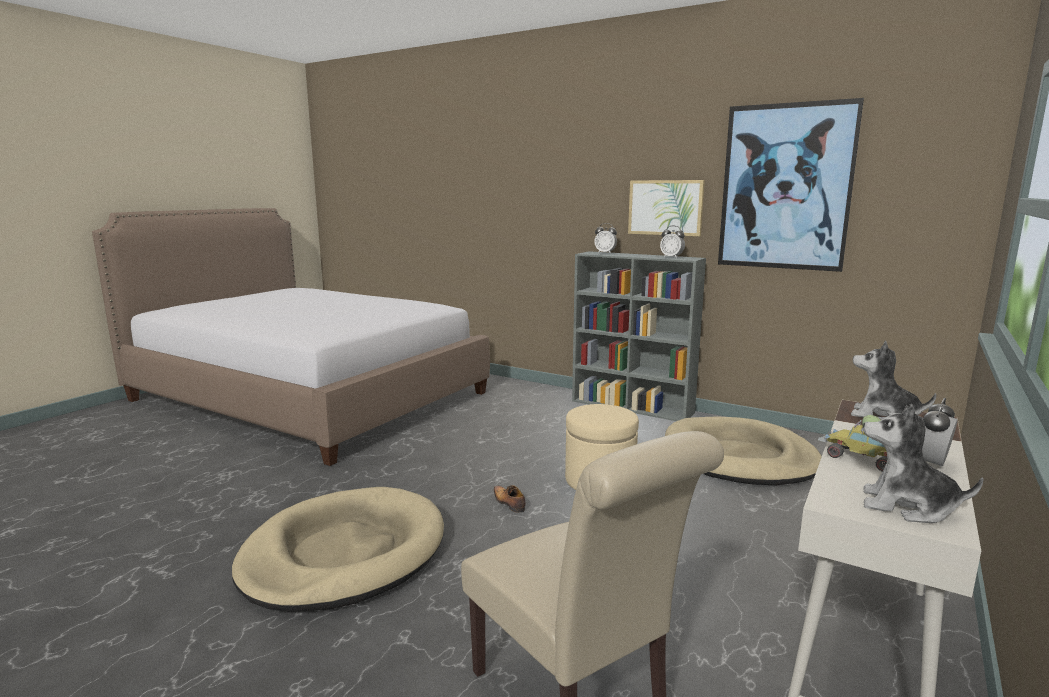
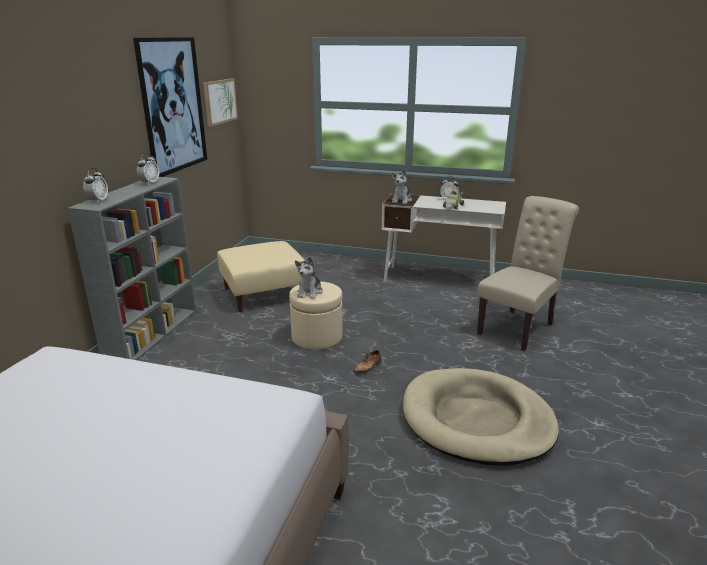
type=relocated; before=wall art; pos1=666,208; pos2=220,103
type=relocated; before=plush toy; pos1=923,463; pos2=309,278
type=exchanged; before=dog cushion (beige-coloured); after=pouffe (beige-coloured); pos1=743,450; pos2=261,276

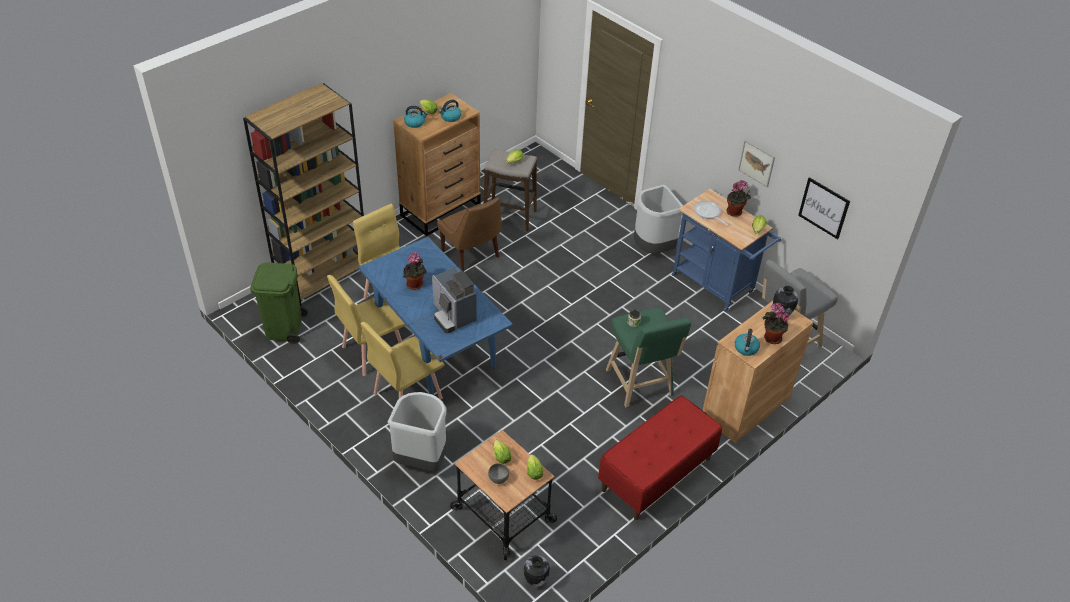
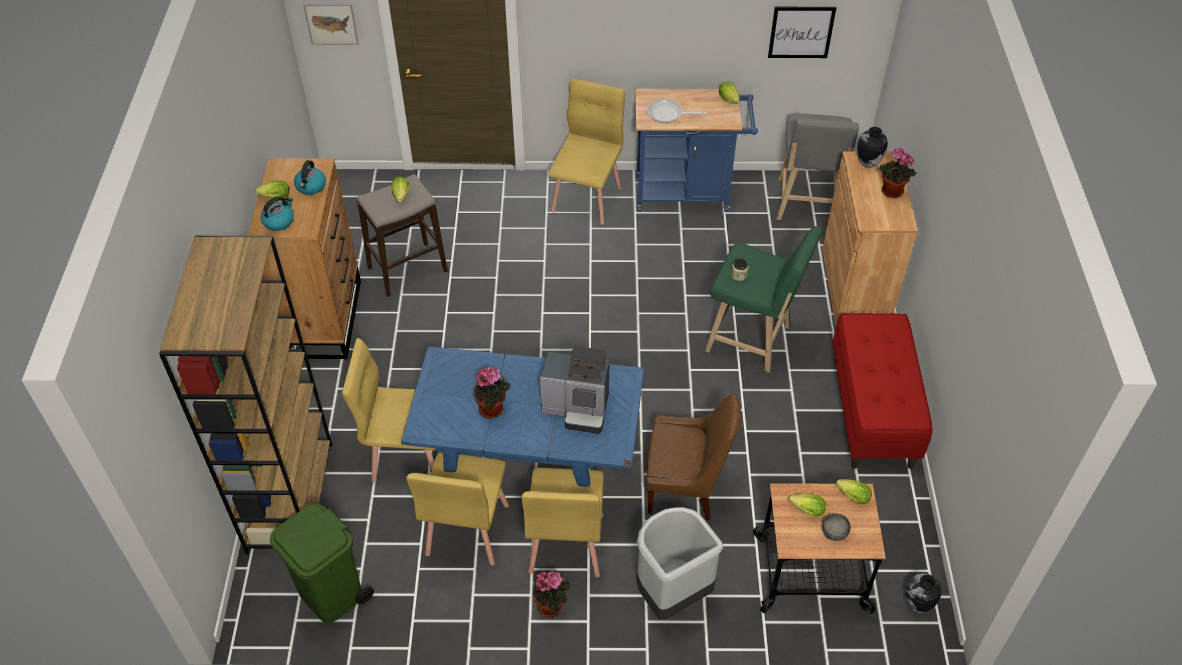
type=missing; before=kettle; pos1=747,342
type=relocated; before=plain chair (brown); pos1=469,234; pos2=693,457
type=relocated; before=houseplant; pos1=738,198; pos2=552,594
type=relocated; before=wall art; pos1=756,163; pos2=331,24
type=exchanged; before=rubbish bin (greyish); after=plain chair (yellow-coloured); pos1=658,219; pos2=586,151

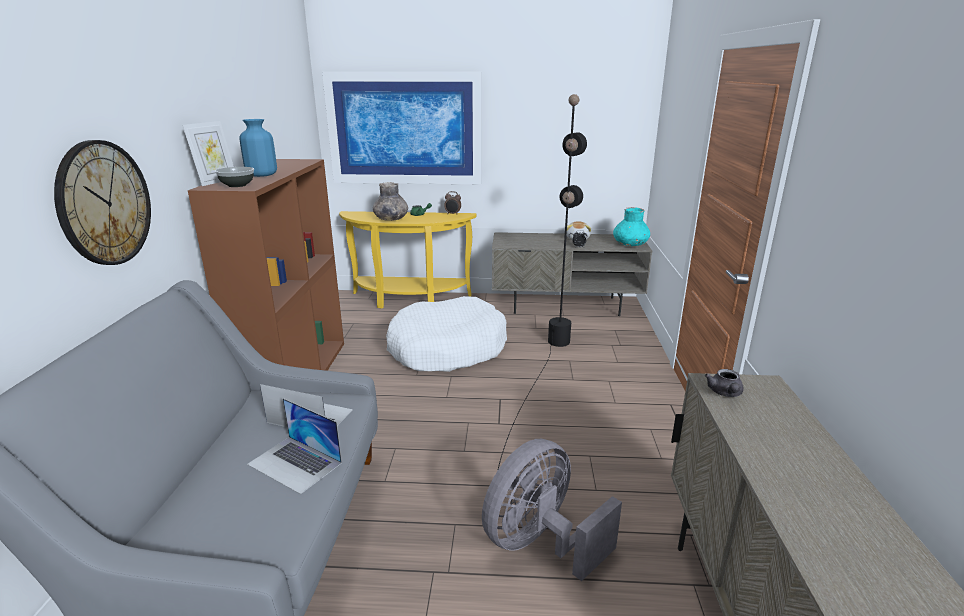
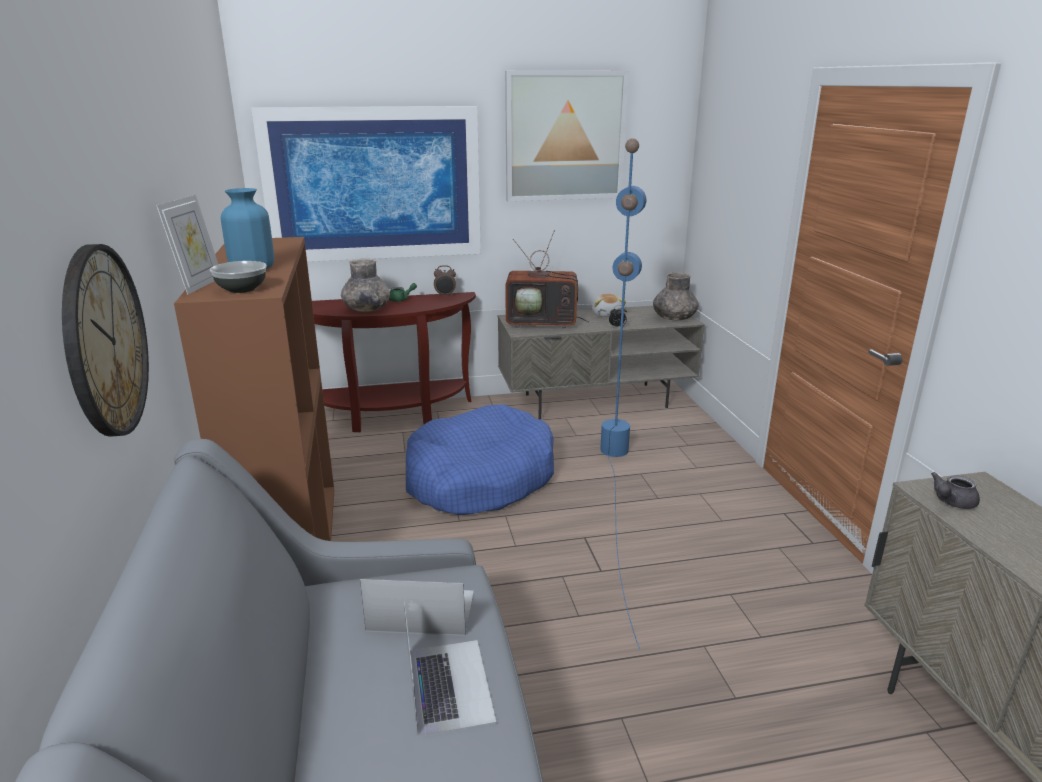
type=missing; before=fan (greyish); pos1=552,510
type=appeared; after=wall art; pos2=567,136
type=appeared; after=TV set; pos2=547,279
type=colour; before=hall table (yellow-coloured); after=hall table (brown); pos1=407,260; pos2=394,362
type=colour; before=dog cushion (white-coloured); after=dog cushion (bluish); pos1=446,334; pos2=480,459
type=colour; before=floor lamp (blackish); after=floor lamp (bluish); pos1=542,282; pos2=623,394
type=colour; before=decorative vase (turquoise-coloured); after=decorative vase (greyish); pos1=631,226; pos2=676,296
type=spun; before=portable computer; pos1=294,446; pos2=450,668; turn=-120
type=spun; before=teapot (greyish); pos1=724,383; pos2=955,490; turn=60

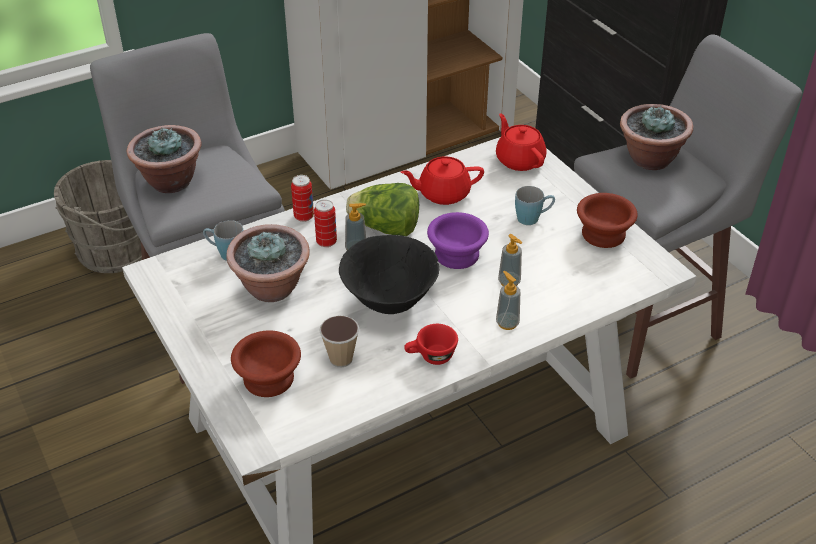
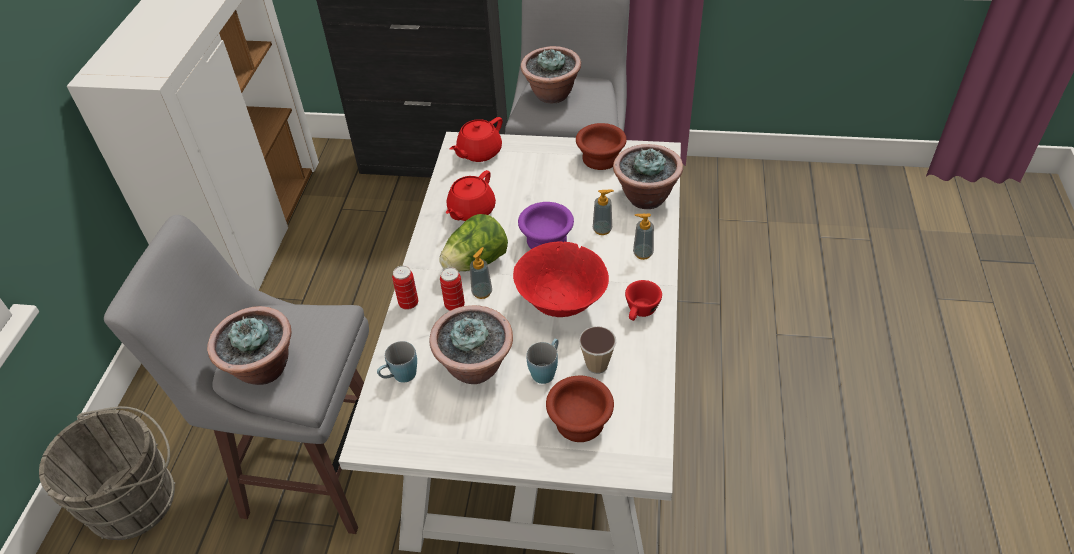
type=appeared; after=houseplant; pos2=648,176
type=relocated; before=tea mug (bluish); pos1=535,205; pos2=542,361
type=colour; before=bowl (blackish); after=bowl (reddish); pos1=389,274; pos2=561,279
type=spun; before=teapot (reddish); pos1=521,142; pos2=476,139; turn=-60

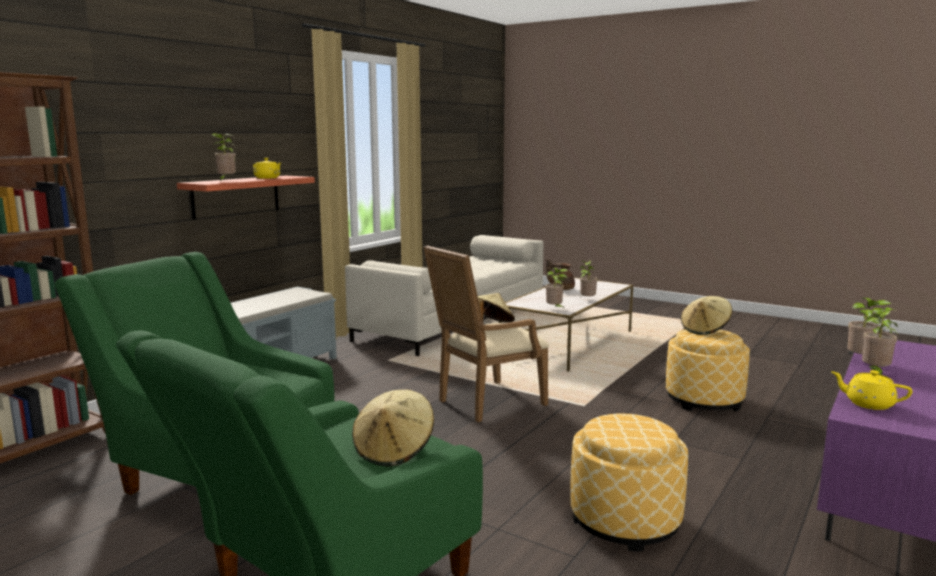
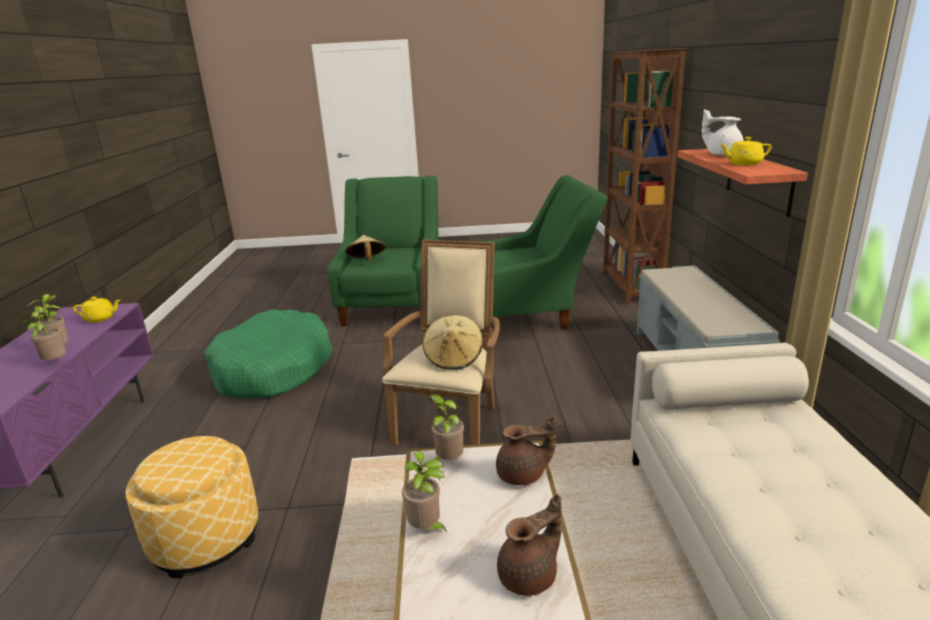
type=missing; before=hat (beige-coloured); pos1=706,315
type=appeared; after=teapot (brown); pos2=526,450
type=exchanged; before=houseplant; after=teapot (white-coloured); pos1=223,157; pos2=723,132
type=exchanged; before=pouffe; after=dog cushion (green); pos1=629,482; pos2=268,353

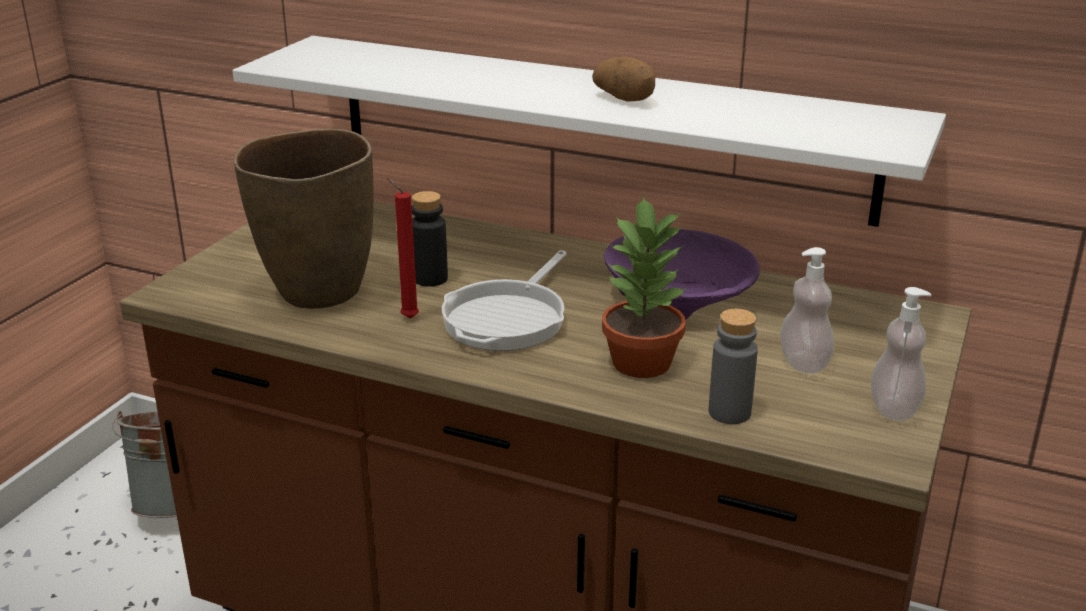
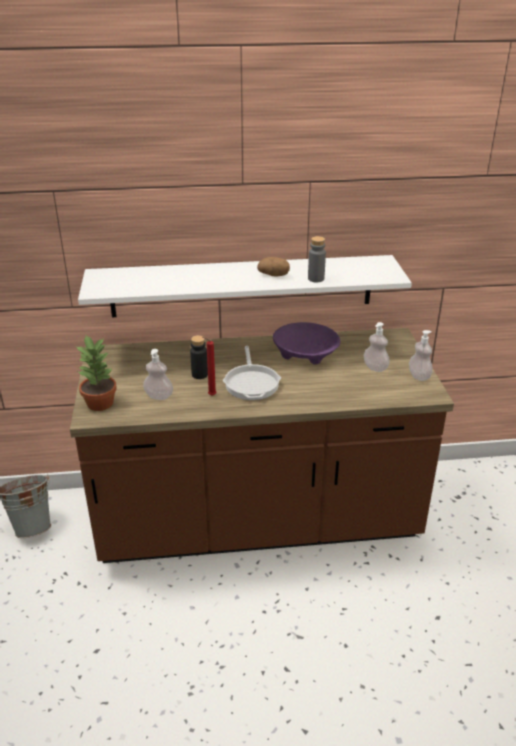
type=relocated; before=houseplant; pos1=645,287; pos2=97,372
type=relocated; before=beverage bottle (greyish); pos1=733,366; pos2=317,259
type=exchanged; before=decorative vase (brown); after=soap bottle; pos1=304,219; pos2=158,374

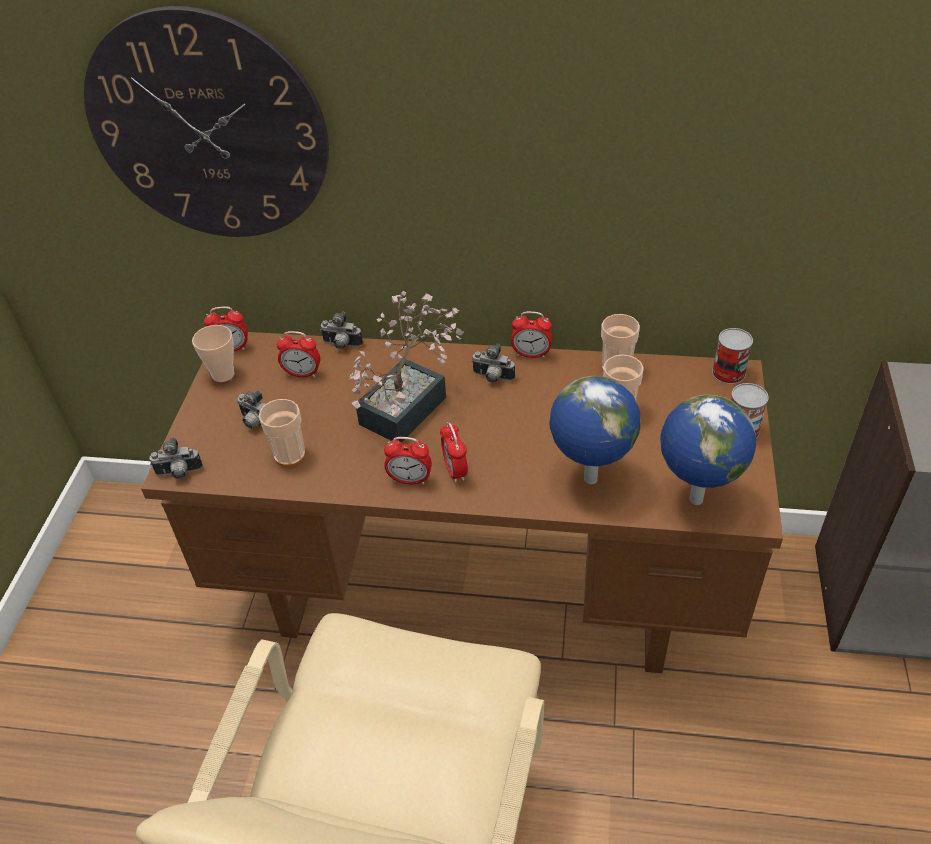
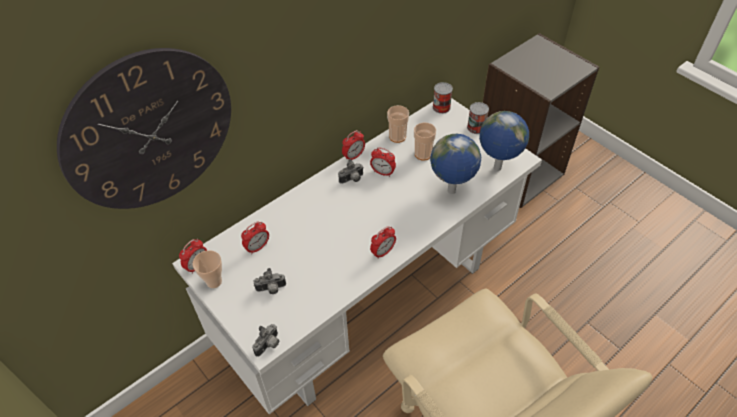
type=missing; before=drinking cup; pos1=282,432
type=missing; before=photo camera; pos1=341,330
type=missing; before=houseplant; pos1=406,367
type=relocated; before=alarm clock; pos1=454,452; pos2=383,162
type=colour; before=desk (brown); after=desk (white-coloured); pos1=462,502; pos2=357,256

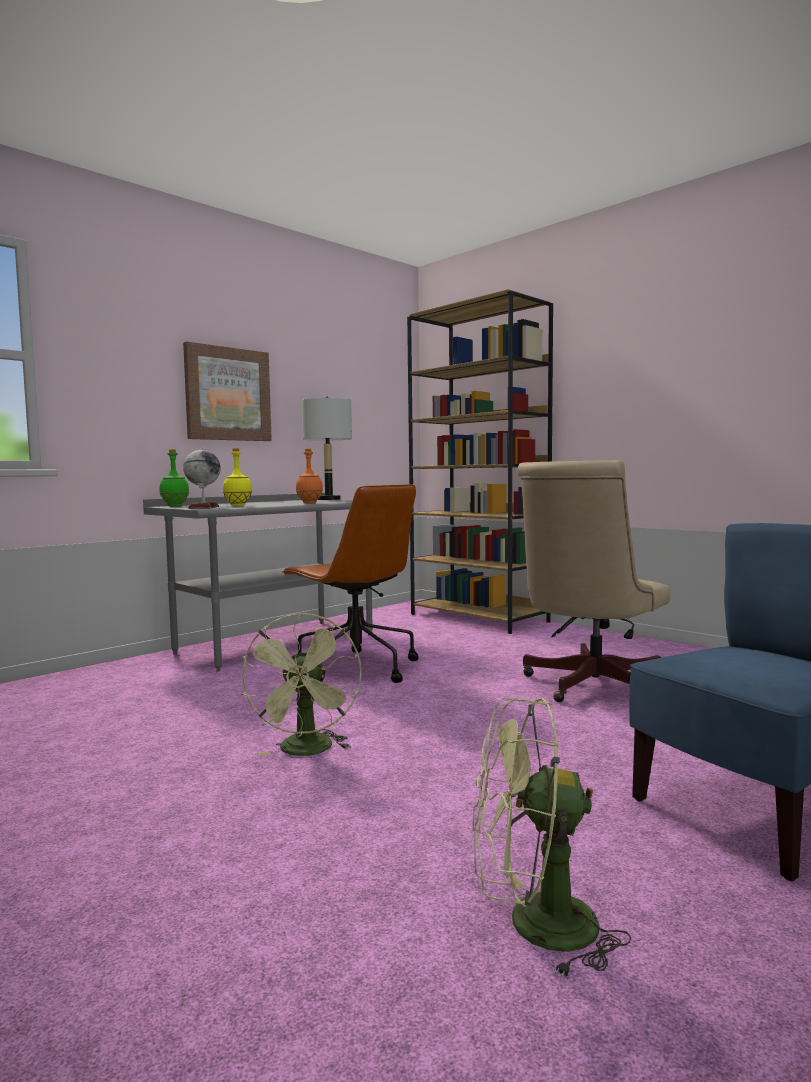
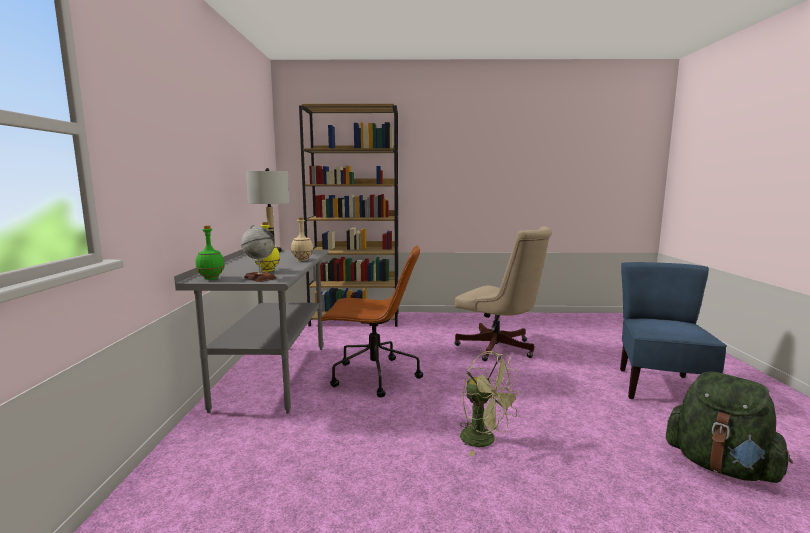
type=missing; before=wall art; pos1=227,391
type=exchanged; before=fan (green); after=rucksack (green); pos1=552,838; pos2=729,427
type=colour; before=beverage bottle (orange-coloured); after=beverage bottle (beige-coloured); pos1=309,476; pos2=302,239
type=spun; before=desk chair (beige-coloured); pos1=593,581; pos2=503,293; turn=-45

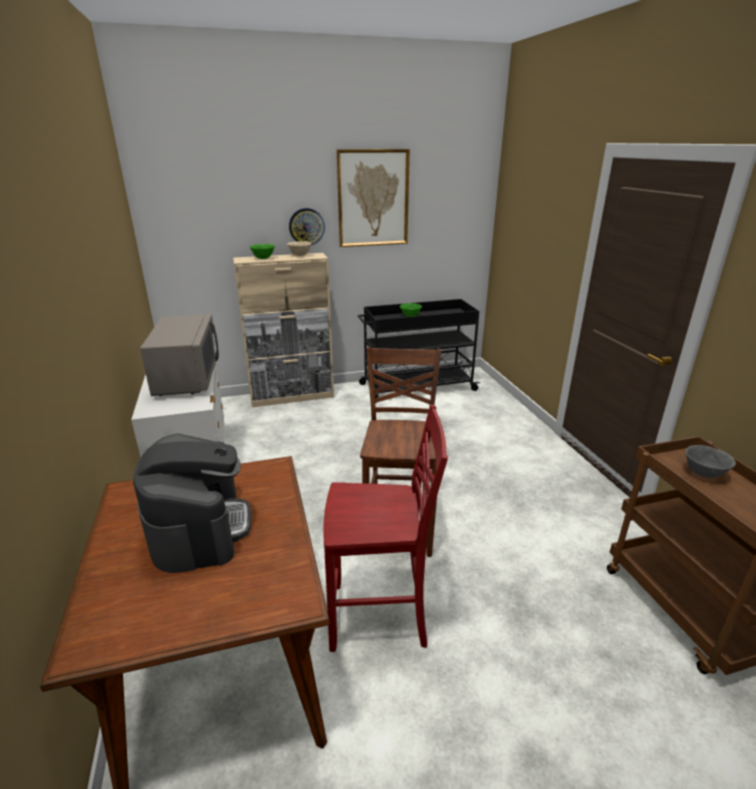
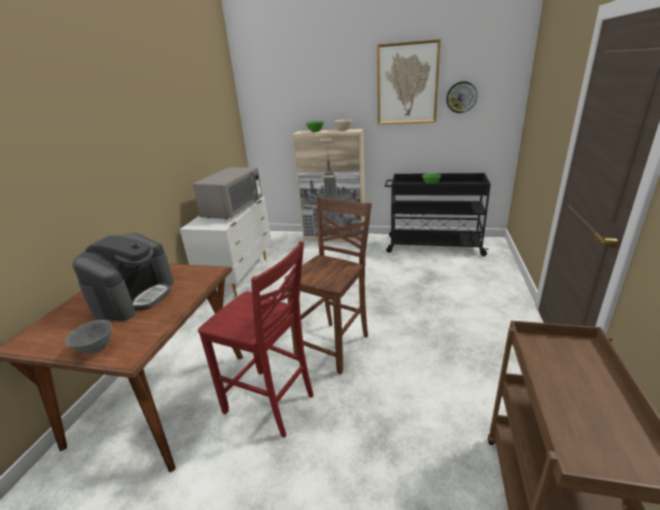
type=relocated; before=hanging clock; pos1=307,226; pos2=462,97
type=relocated; before=bowl (greyish); pos1=711,461; pos2=88,337

